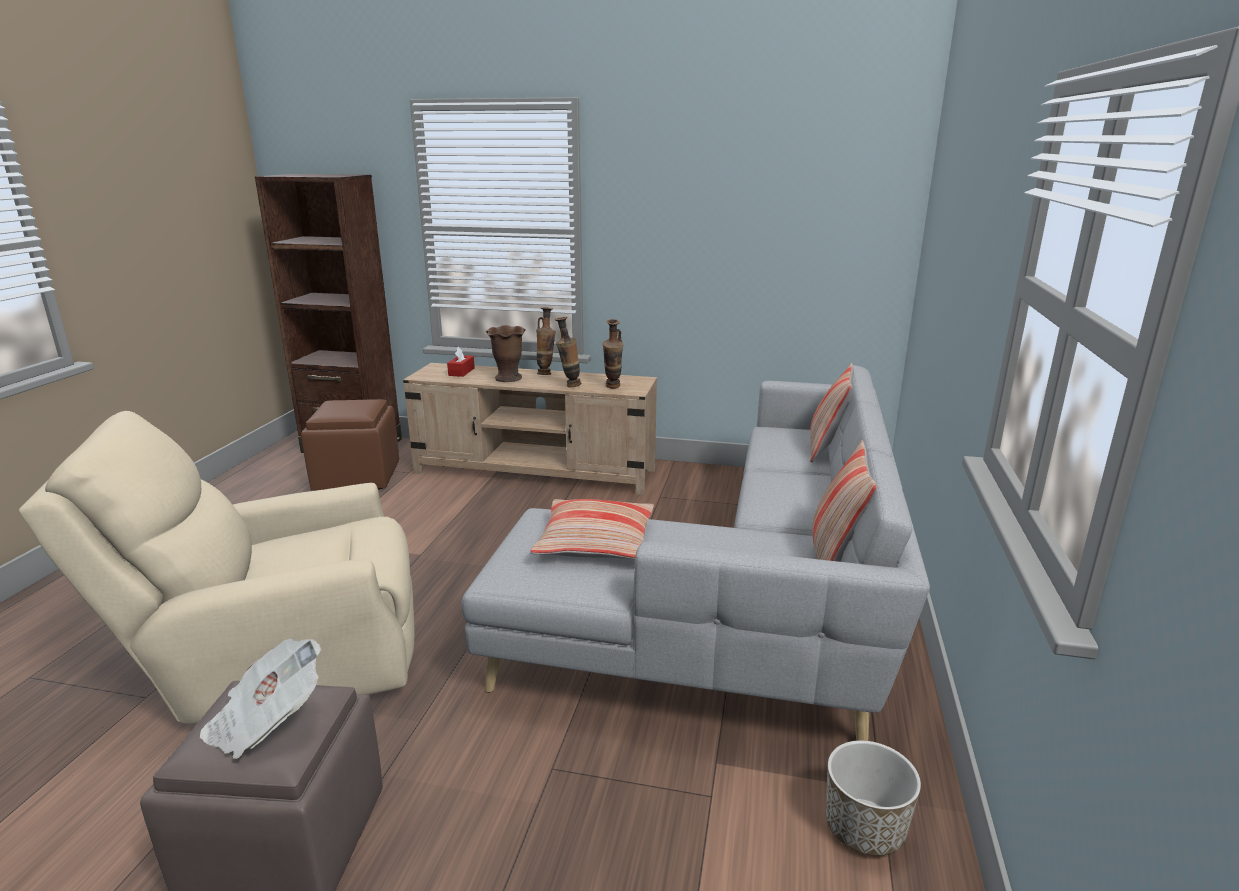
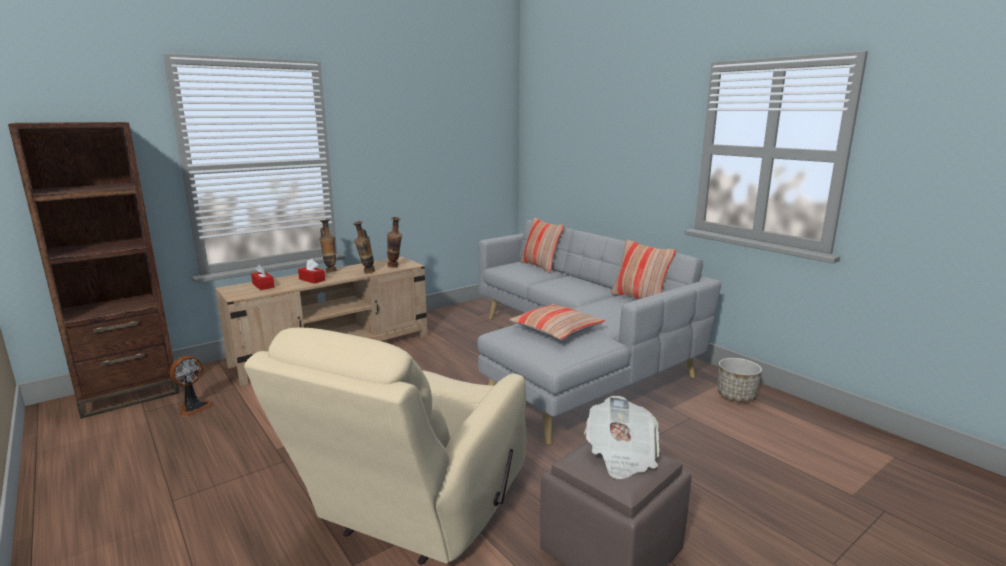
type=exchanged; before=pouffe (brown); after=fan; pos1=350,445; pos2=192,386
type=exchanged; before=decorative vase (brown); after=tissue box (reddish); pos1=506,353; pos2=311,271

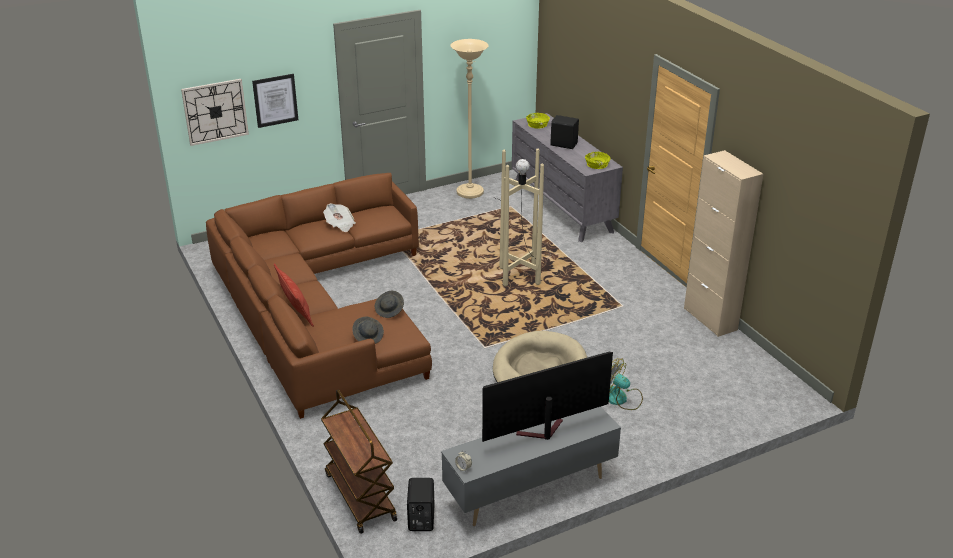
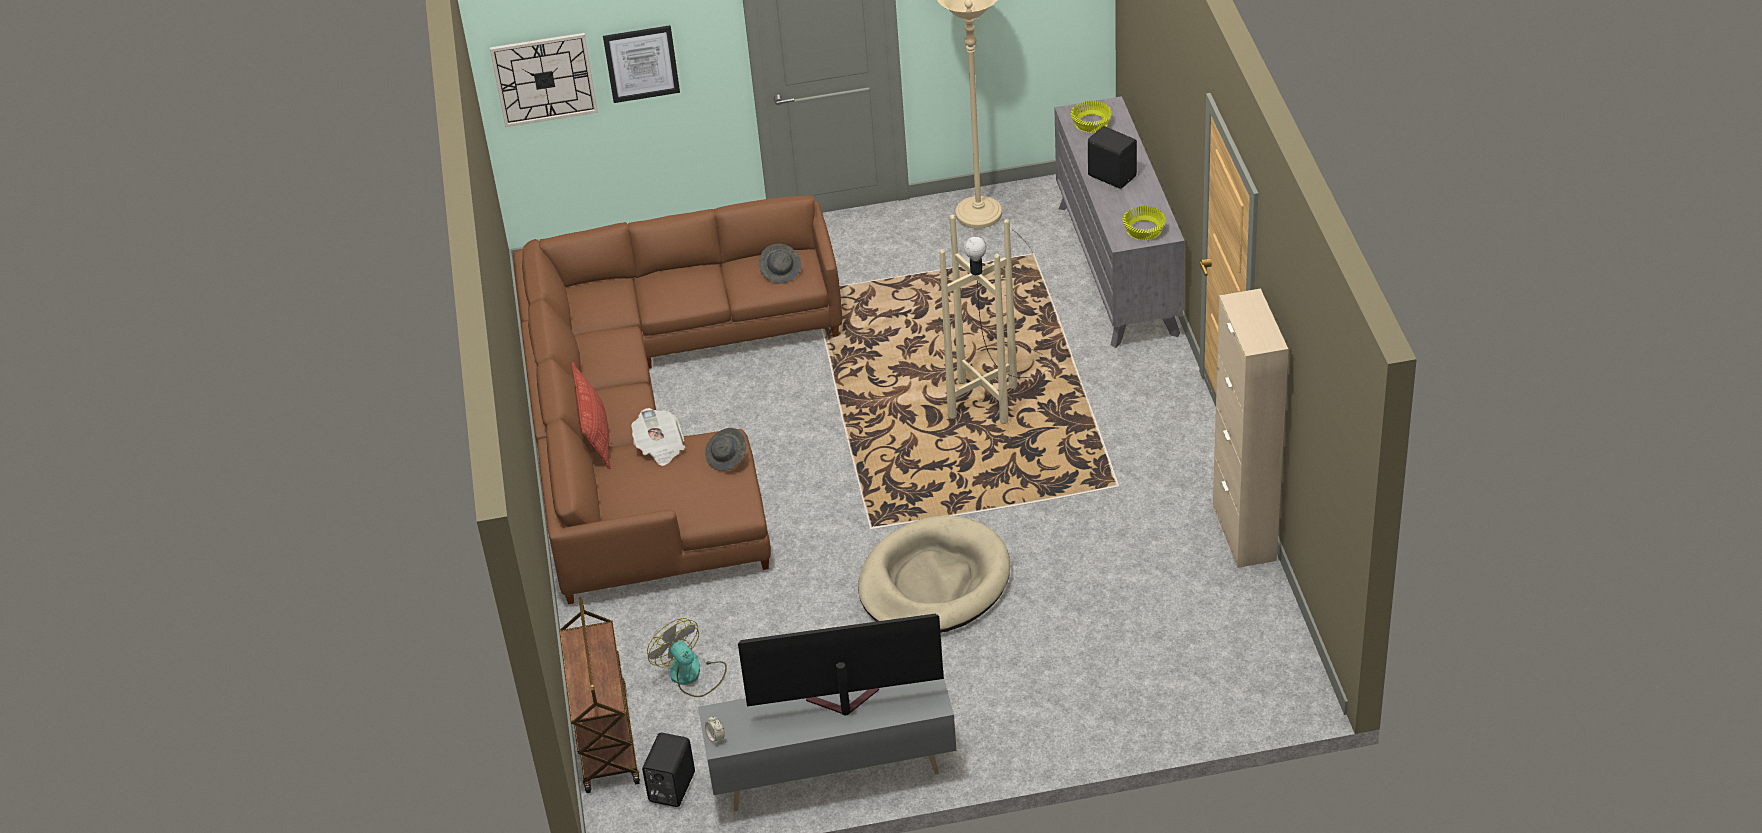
type=relocated; before=printed paper; pos1=339,217; pos2=658,437
type=relocated; before=hat (greyish); pos1=368,330; pos2=780,263
type=relocated; before=fan; pos1=626,384; pos2=687,657

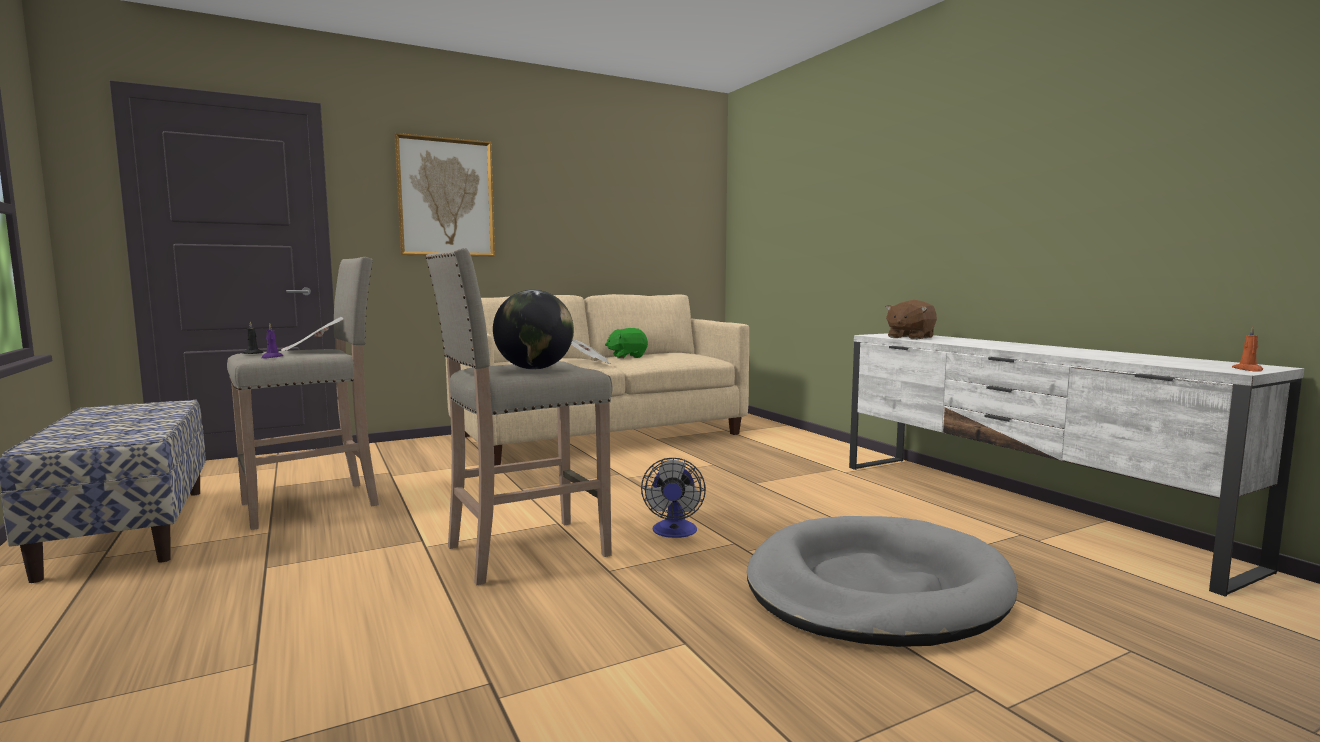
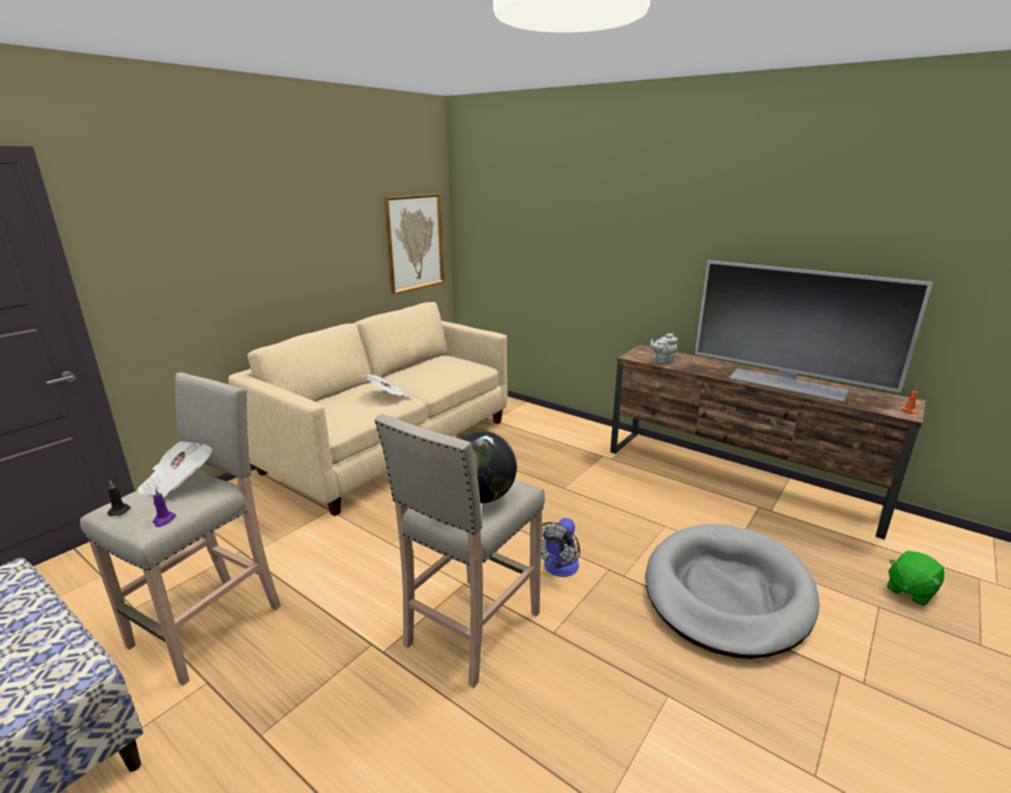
type=appeared; after=TV set; pos2=814,331
type=relocated; before=wall art; pos1=444,195; pos2=414,244
type=relocated; before=plush toy (green); pos1=626,343; pos2=915,578
type=exchanged; before=plush toy (brown); after=teapot (greyish); pos1=911,320; pos2=664,348
type=colour; before=media console (white-coloured); after=media console (brown); pos1=1076,465; pos2=768,442
type=spun; before=fan; pos1=673,498; pos2=560,547; turn=45

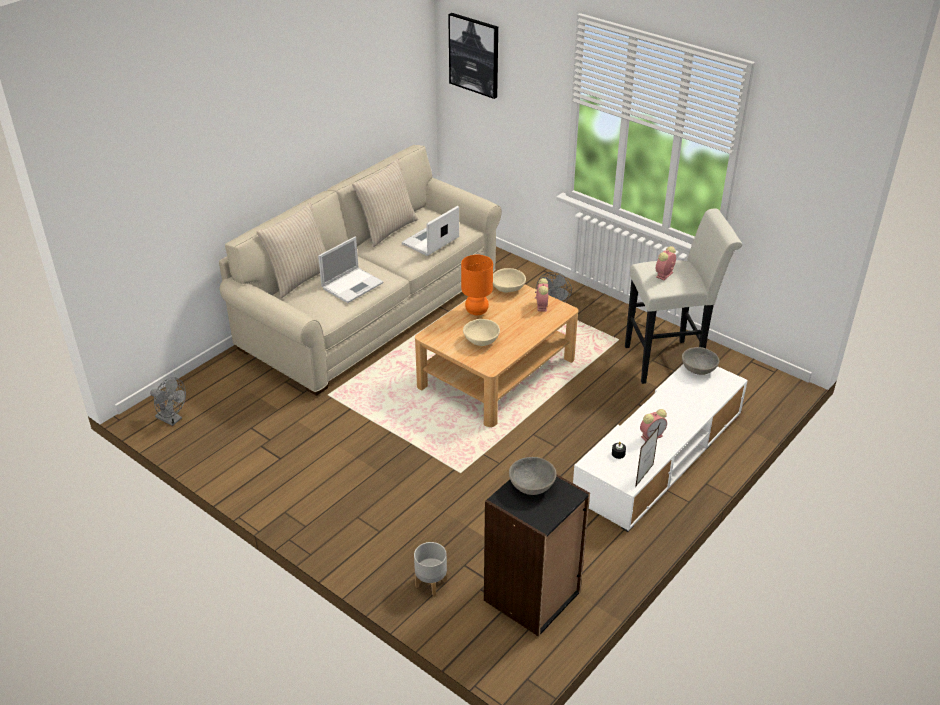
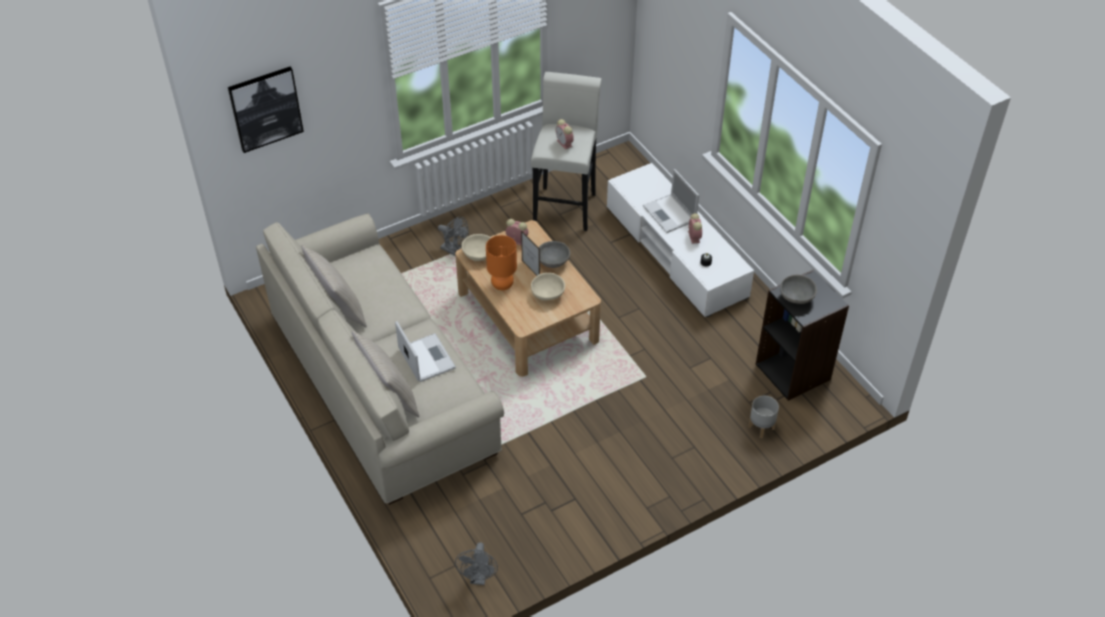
type=relocated; before=portable computer; pos1=430,231; pos2=671,201
type=relocated; before=picture frame; pos1=647,456; pos2=530,253
type=relocated; before=bowl (greyish); pos1=700,361; pos2=554,254
type=spun; before=fan (greyish); pos1=168,401; pos2=476,563; turn=135

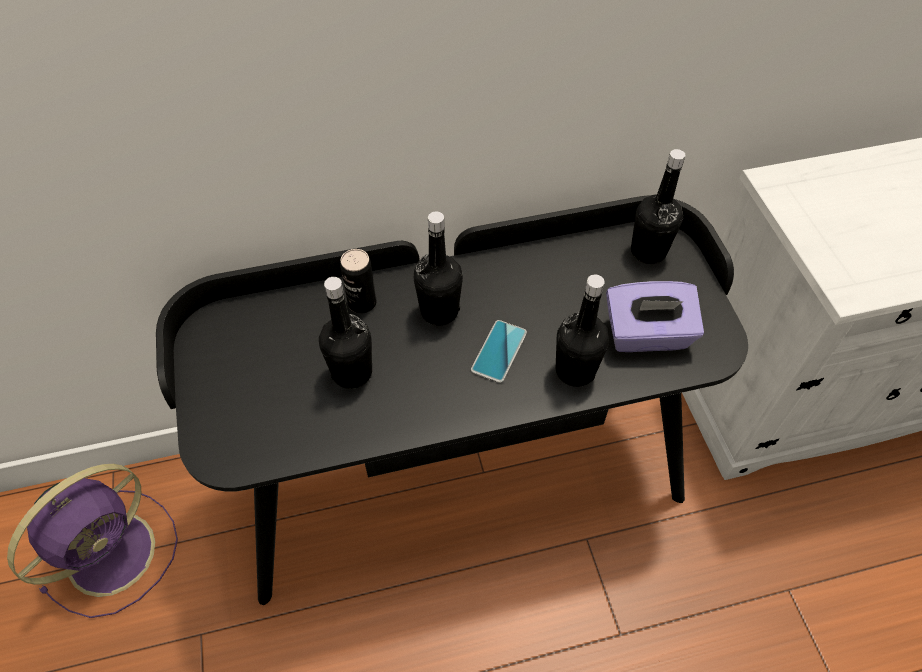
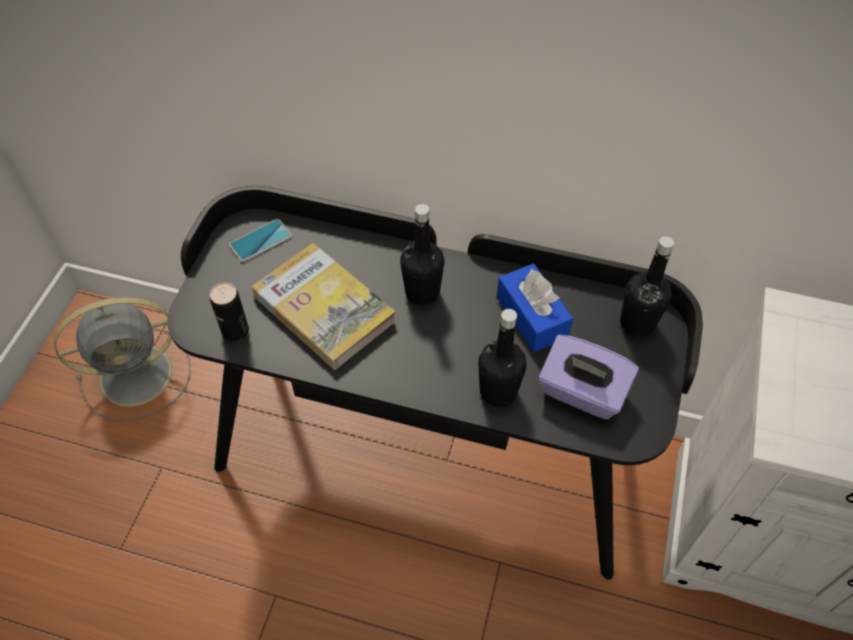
type=appeared; after=tissue box (bluish); pos2=535,308
type=relocated; before=can; pos1=358,281; pos2=229,312
type=relocated; before=handset; pos1=499,351; pos2=260,240
type=exchanged; before=beverage bottle (blackish); after=book; pos1=345,333; pos2=324,306
type=colour; before=fan (purplish); after=fan (greyish); pos1=92,541; pos2=122,358

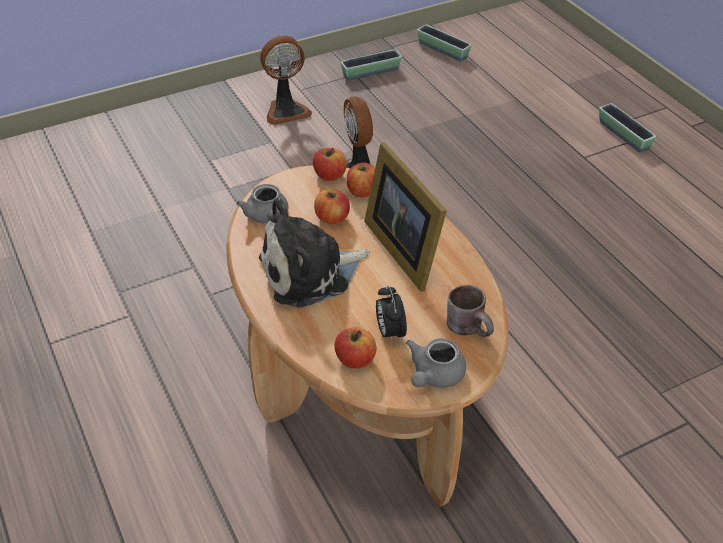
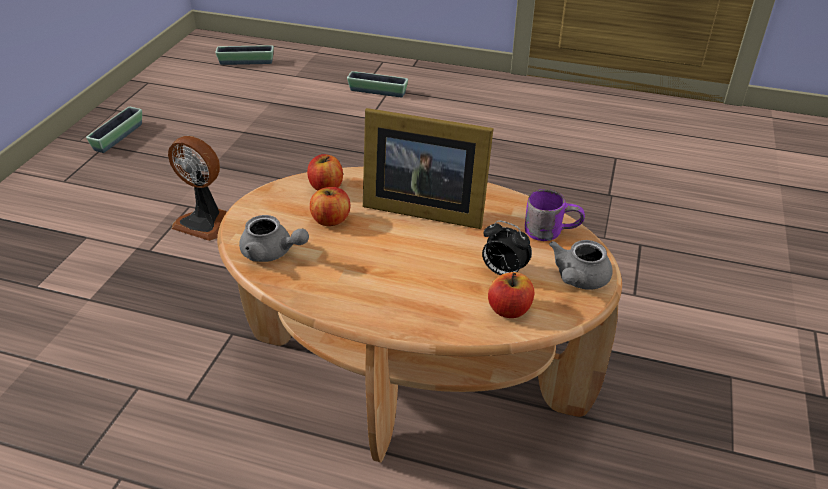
type=missing; before=plush toy; pos1=314,253
type=missing; before=fan; pos1=286,80
type=missing; before=whole apple; pos1=330,164
type=relocated; before=planter; pos1=444,42; pos2=244,55
type=colour; before=tea mug (brown); after=tea mug (purplish); pos1=470,311; pos2=555,215
type=spun; before=teapot (greyish); pos1=436,363; pos2=581,265; turn=45

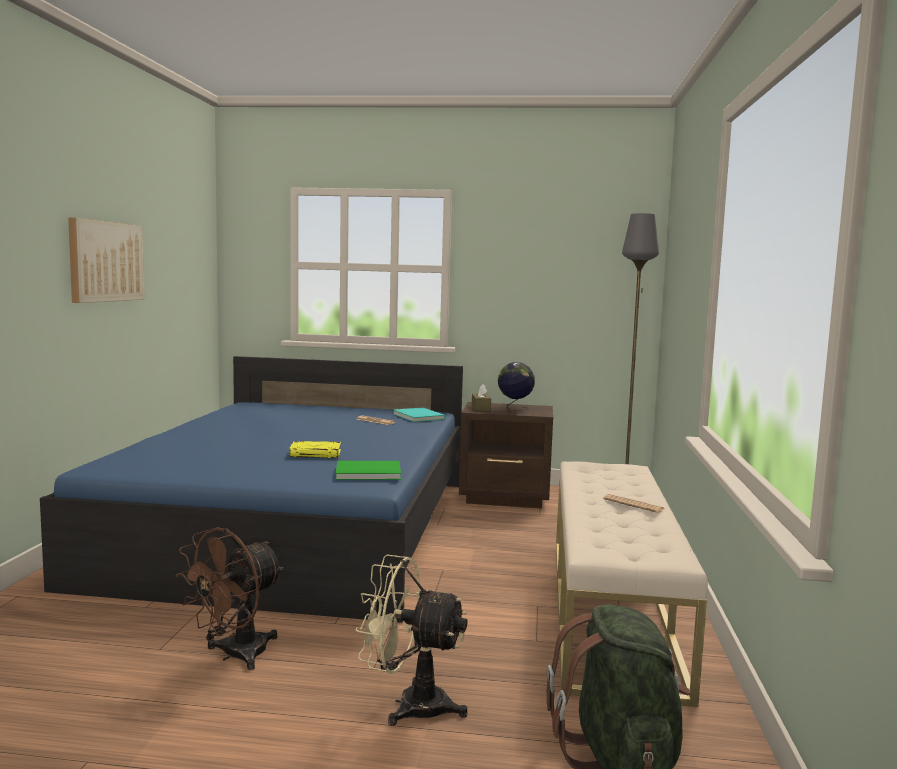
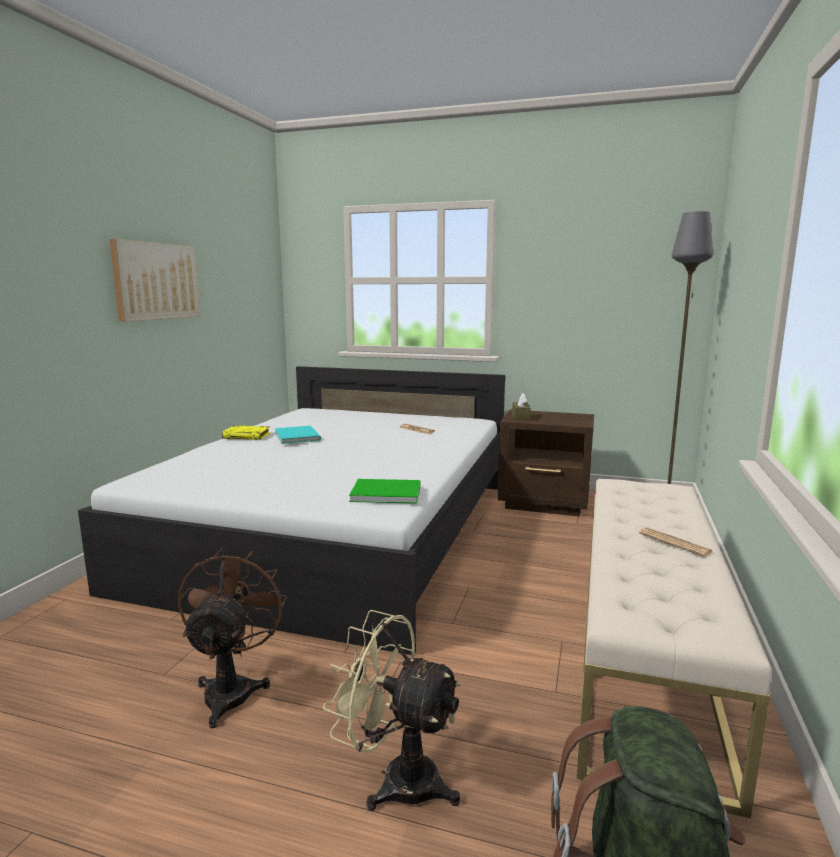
type=missing; before=globe; pos1=516,386
type=relocated; before=book (yellow-coloured); pos1=315,449; pos2=246,432
type=relocated; before=book (turquoise-coloured); pos1=420,414; pos2=298,434
type=colour; before=bed (bluish); after=bed (white-coloured); pos1=251,489; pos2=291,510
type=spun; before=fan (brown); pos1=230,598; pos2=232,638; turn=135

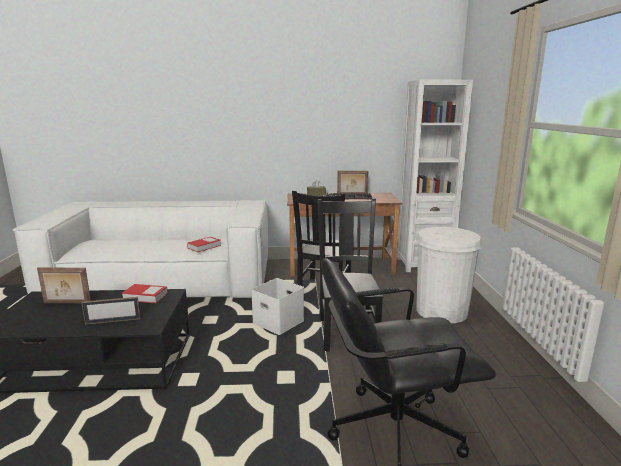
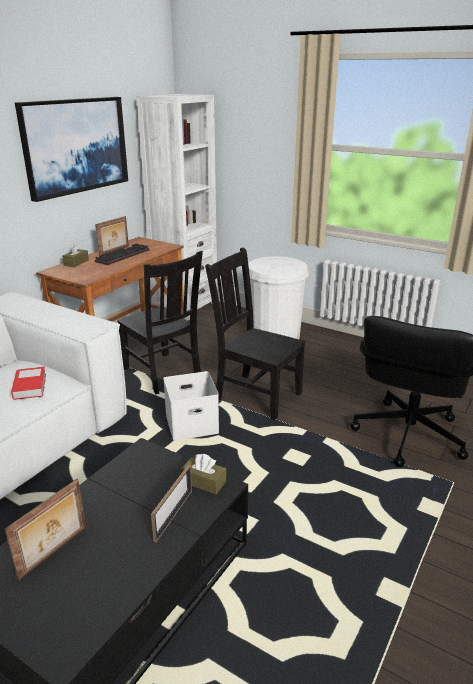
type=missing; before=book; pos1=145,293
type=appeared; after=wall art; pos2=71,149
type=appeared; after=tissue box (brown); pos2=203,474

